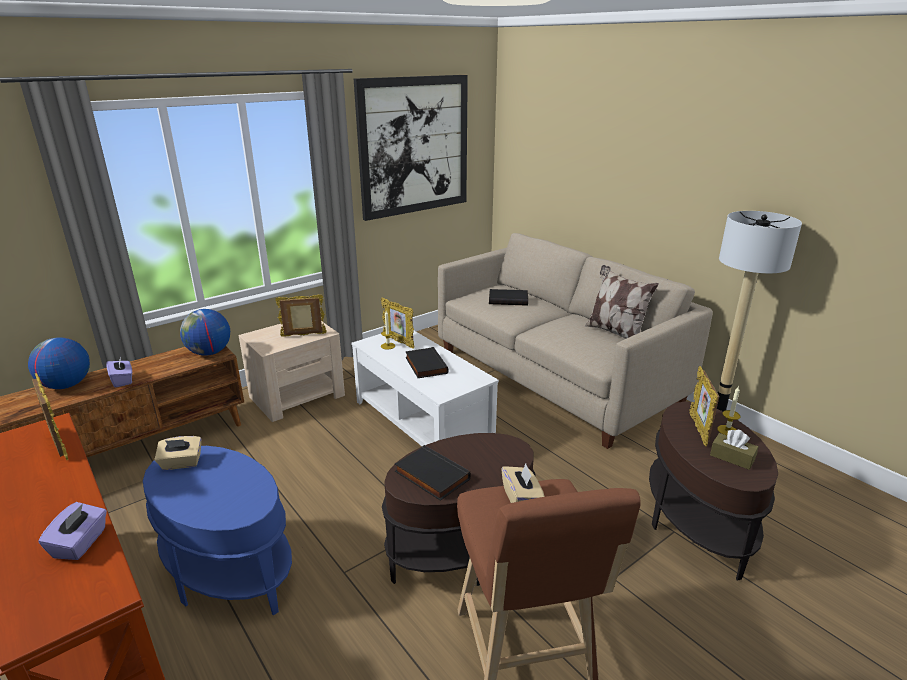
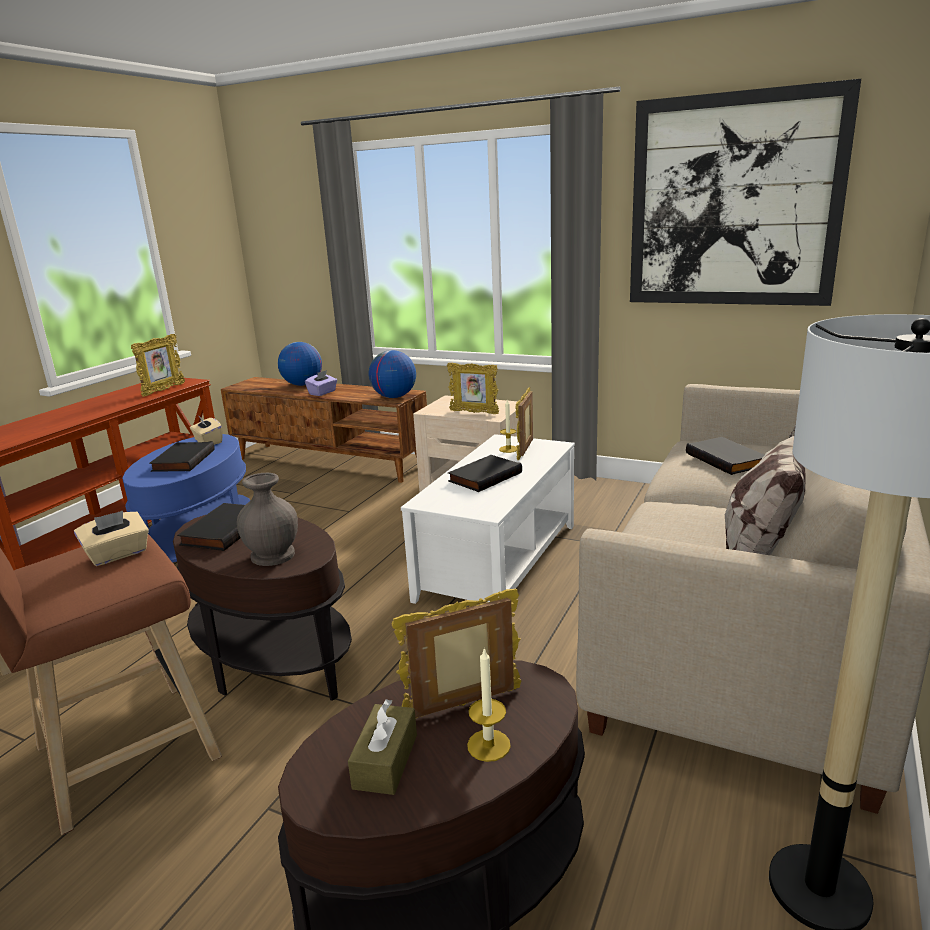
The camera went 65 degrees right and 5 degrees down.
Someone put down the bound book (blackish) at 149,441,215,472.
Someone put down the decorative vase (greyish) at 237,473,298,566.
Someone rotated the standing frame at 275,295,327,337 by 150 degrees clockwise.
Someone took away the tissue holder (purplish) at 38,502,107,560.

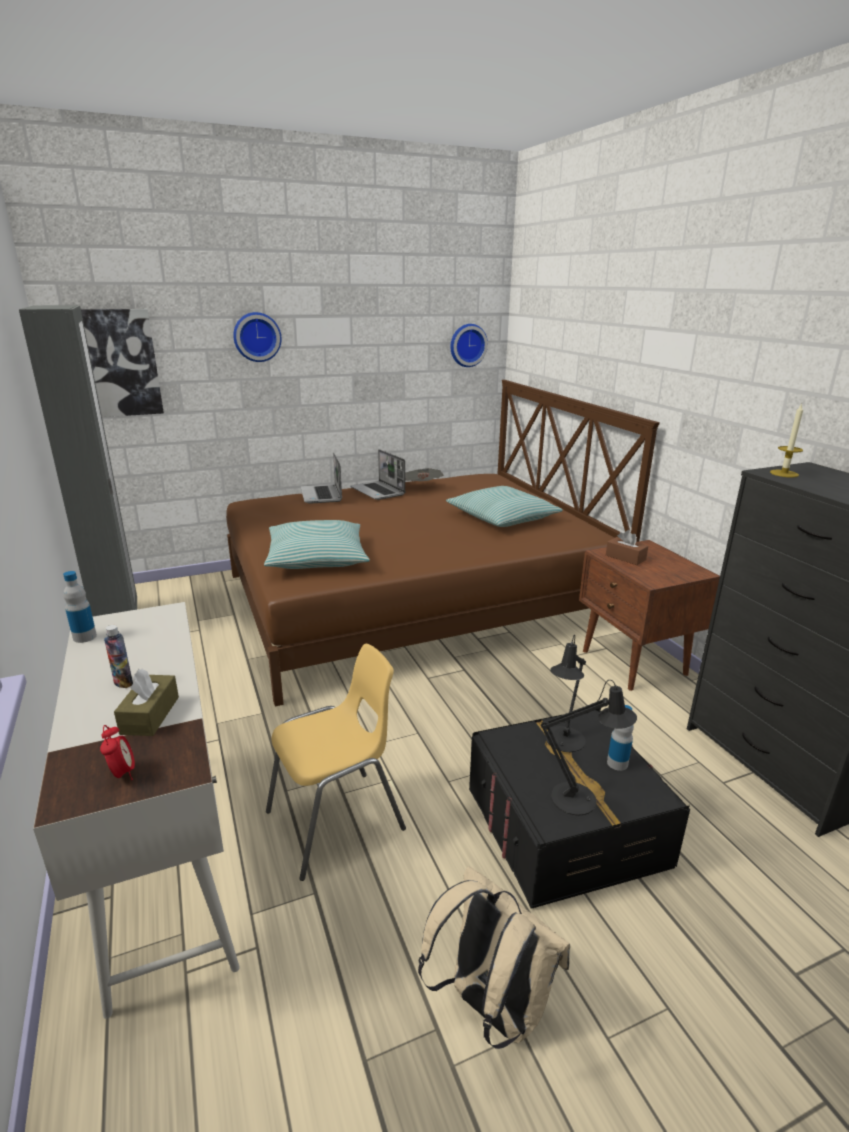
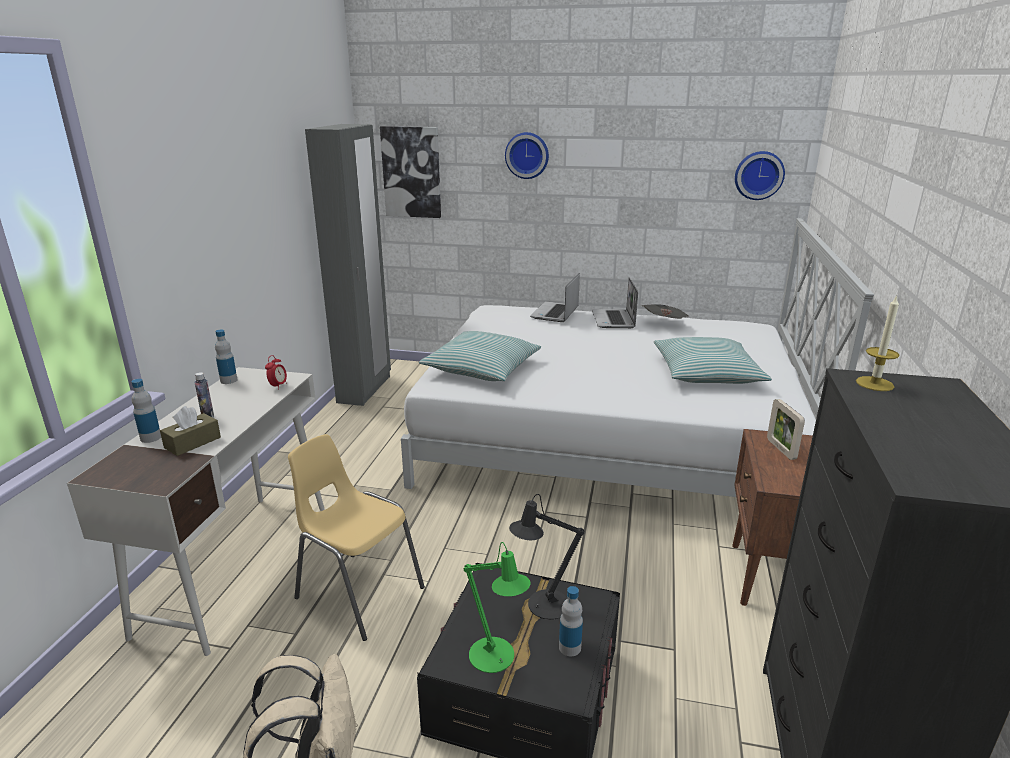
The camera went 35 degrees right and 0 degrees up.
Someone put down the bottle at 131,379,161,443.
Someone carried the table clock from 100,725,135,780 to 265,355,287,389.
Someone rotated the plain chair (yellow-coloured) at 266,644,406,881 by 150 degrees counterclockwise.
Someone repainted the sleeping bed (brown-coloured) at 226,380,660,707, which became the sleeping bed (whitish) at 401,218,874,497.
Someone repainted the tabletop lamp (blackish) at 541,680,637,816, which became the tabletop lamp (green-coloured) at 464,542,531,673.
Someone swapped the tissue holder (brown-coloured) at 606,530,648,565 for the standing frame at 767,399,805,460.

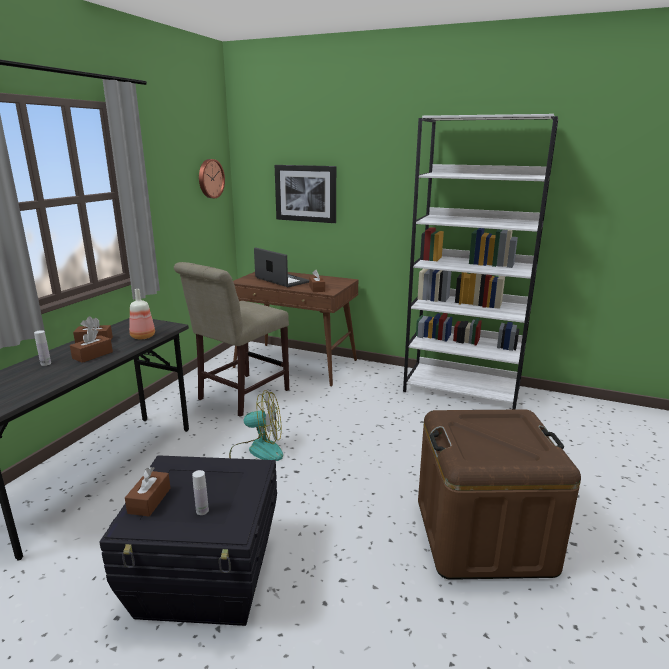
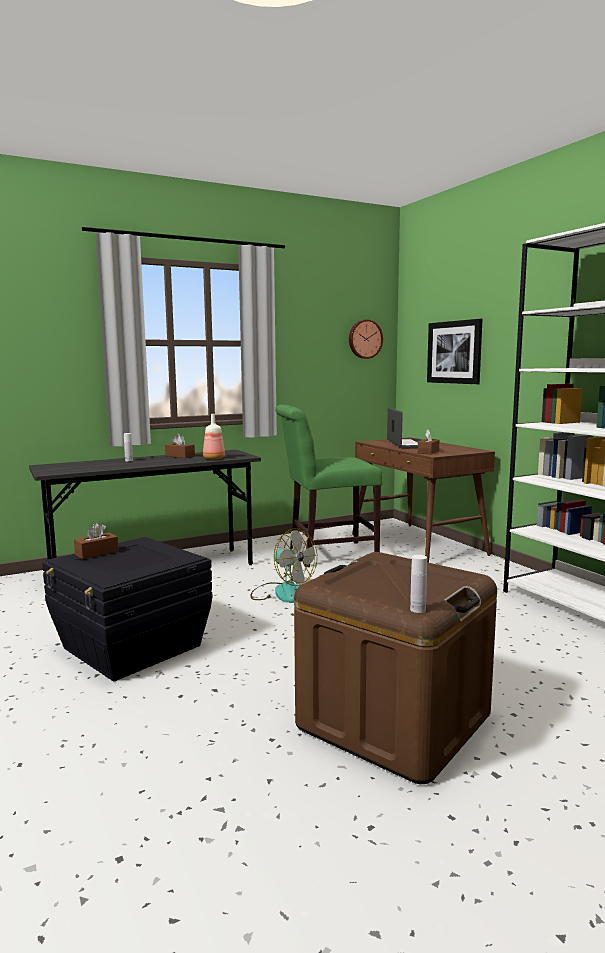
The camera went 40 degrees right and 10 degrees down.
Someone repainted the plain chair (beige) at 174,262,289,417, which became the plain chair (green-coloured) at 275,405,382,567.
Someone carried the bottle (whitish) from 192,470,209,515 to 410,555,427,613.
Someone took away the tissue holder (brown-coloured) at 70,329,113,363.

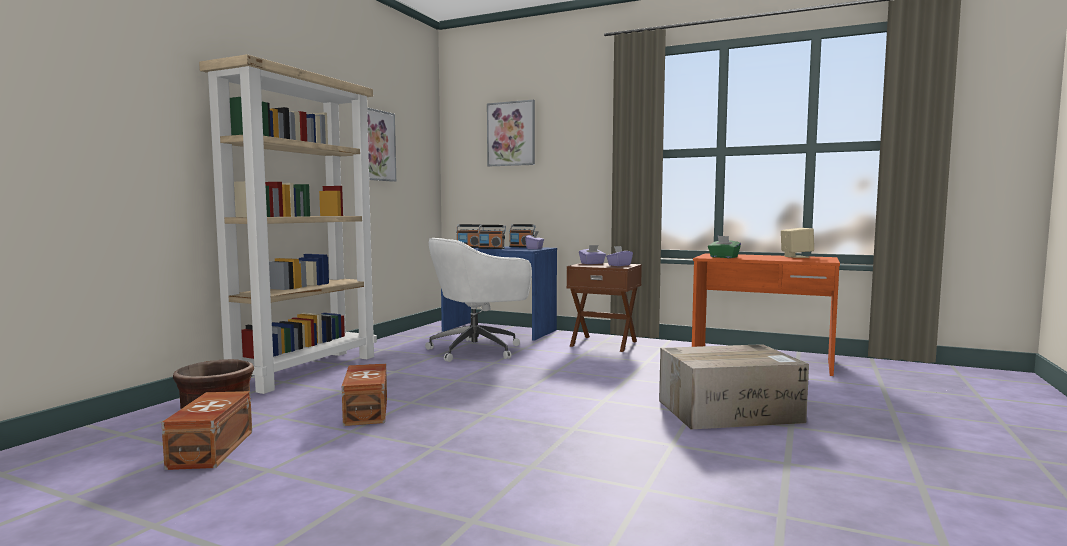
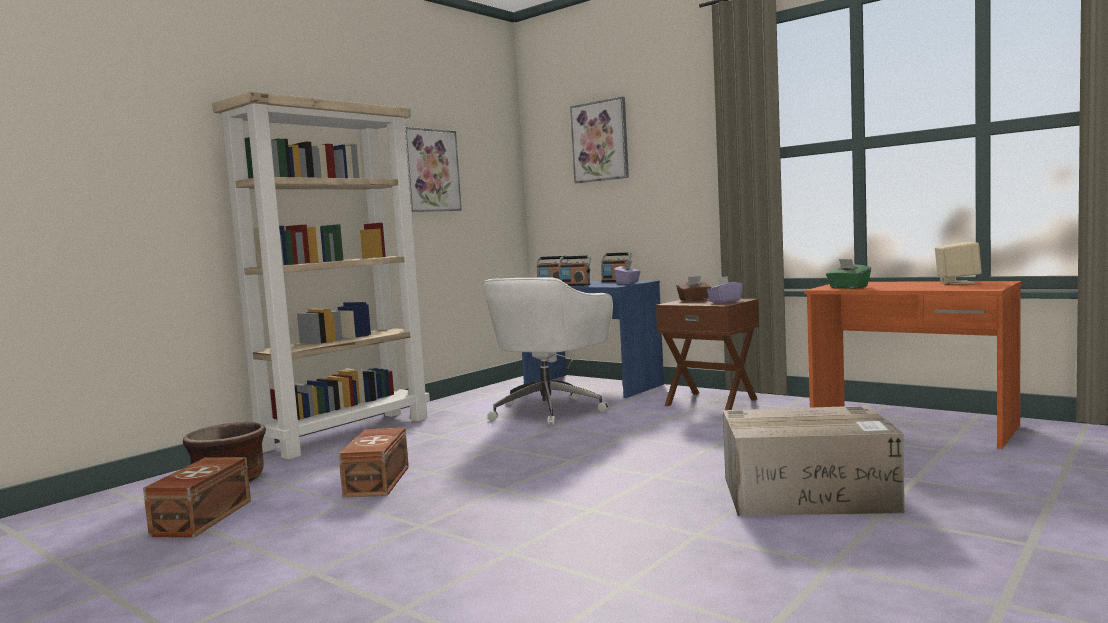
The camera went 15 degrees right and 0 degrees up.
Someone rotated the office chair (whitish) at 425,238,532,362 by 45 degrees counterclockwise.
Someone repainted the tissue holder (purplish) at 579,245,606,264, which became the tissue holder (brown-coloured) at 676,276,711,301.

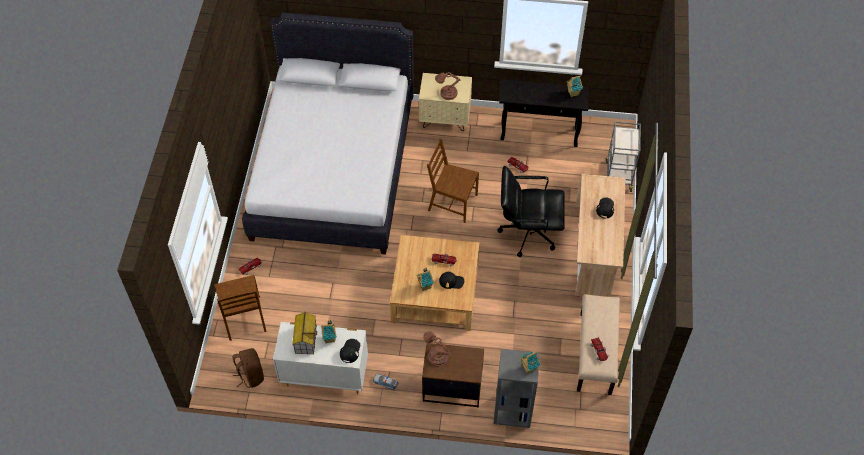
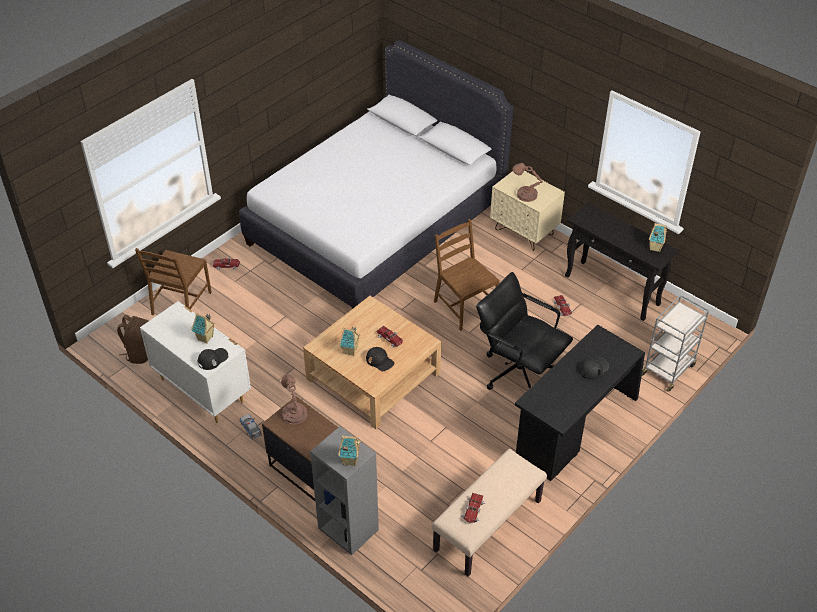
The camera went 35 degrees right and 10 degrees down.
Someone repainted the desk unit (beige) at 575,174,625,297, which became the desk unit (blackish) at 515,325,645,481.
Someone took away the model house at 292,312,317,354.

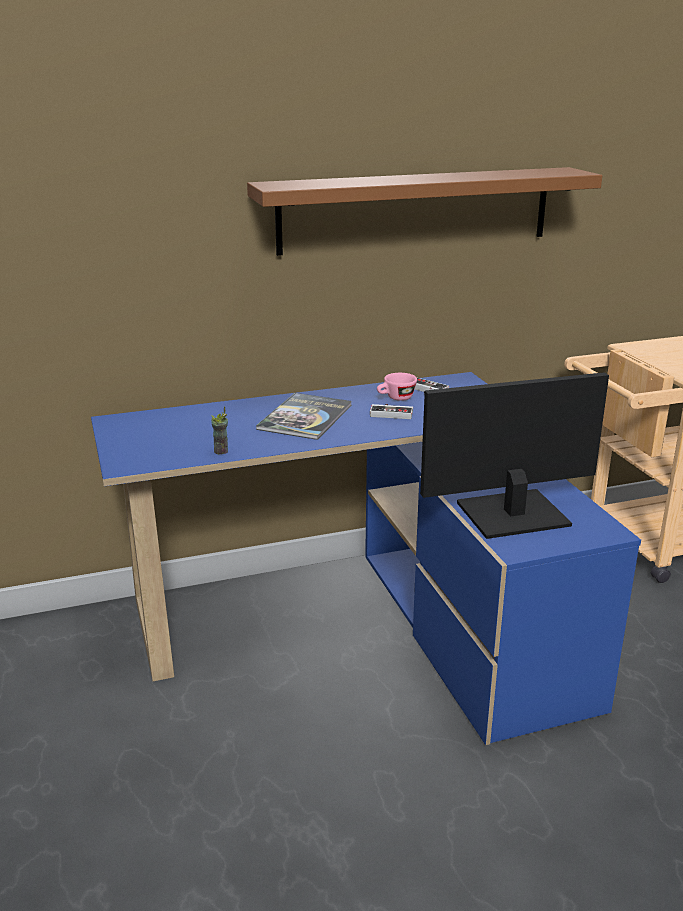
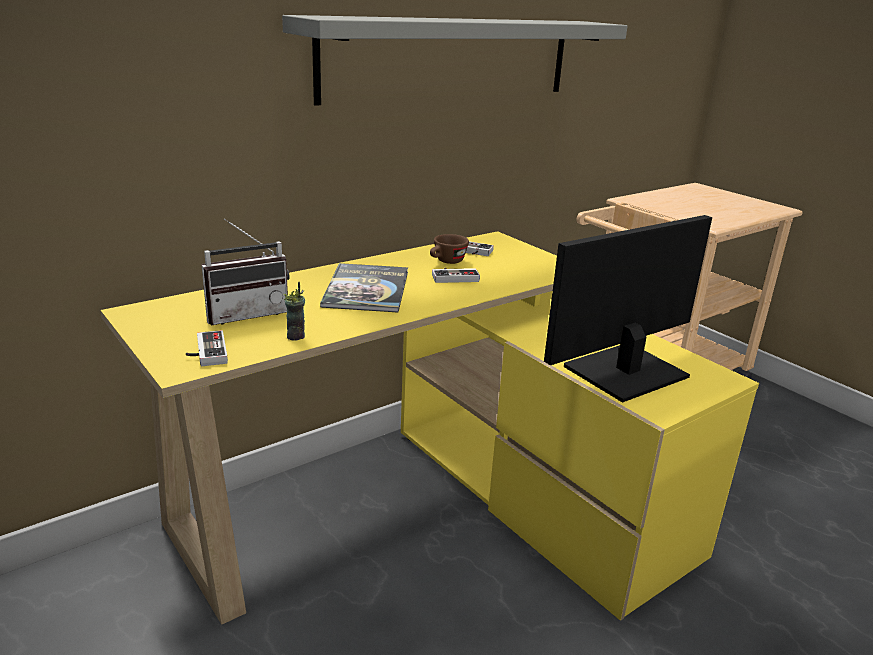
The camera went 20 degrees left and 0 degrees up.
Someone repainted the desk unit (blue-coloured) at 91,372,641,745, which became the desk unit (yellow-coloured) at 101,231,759,625.
Someone put down the game controller at 186,330,228,366.
Someone put down the radio receiver at 202,218,290,325.
Someone repainted the wall shelf (brown-coloured) at 247,167,602,256, which became the wall shelf (greyish) at 282,15,628,106.
Someone repainted the cup (pink) at 377,373,417,401, which became the cup (brown-coloured) at 430,234,469,264.

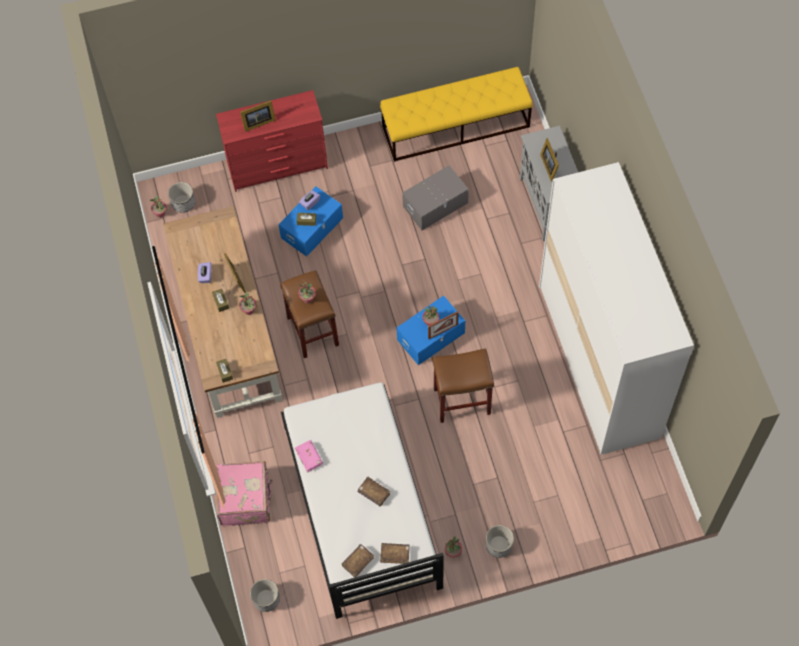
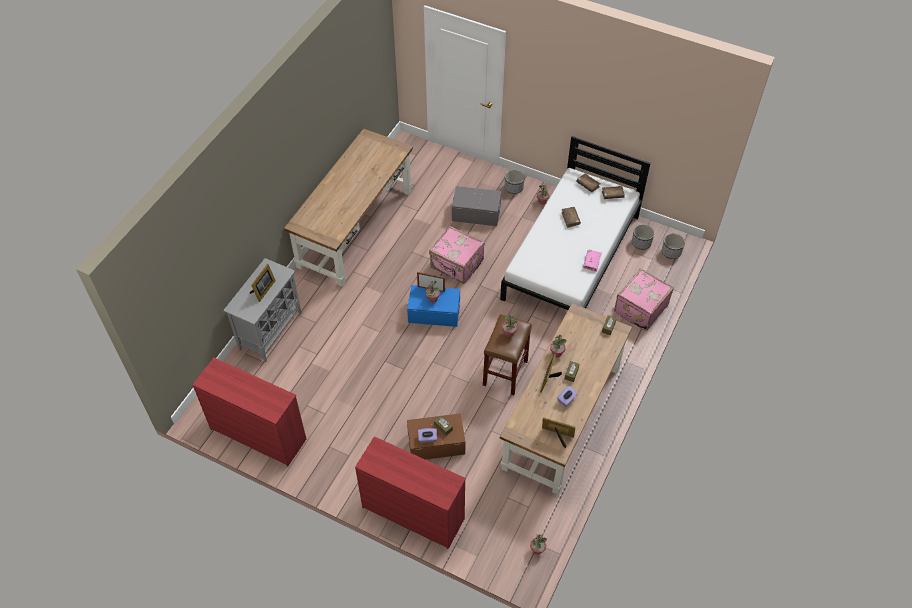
The camera went 140 degrees left and 10 degrees down.
Someone swapped the indoor bench (yellow-coloured) at 380,67,533,162 for the dresser (reddish) at 192,358,306,466.
Someone swapped the wardrobe (whitish) at 539,162,694,455 for the desk unit (brown-coloured) at 284,128,413,287.
Someone repainted the storage bin (blue-coloured) at 278,186,343,257, which became the storage bin (brown-coloured) at 407,413,465,460.
Someone swapped the stool (brown-coloured) at 433,348,494,423 for the piece of luggage (pink) at 429,226,485,284.
Someone carried the storage bin (greyish) from 402,165,469,230 to 452,186,501,226.
Someone carried the standing frame from 240,100,276,132 to 542,418,575,448.
Someone carried the plant pot from 168,182,195,213 to 632,224,655,250.

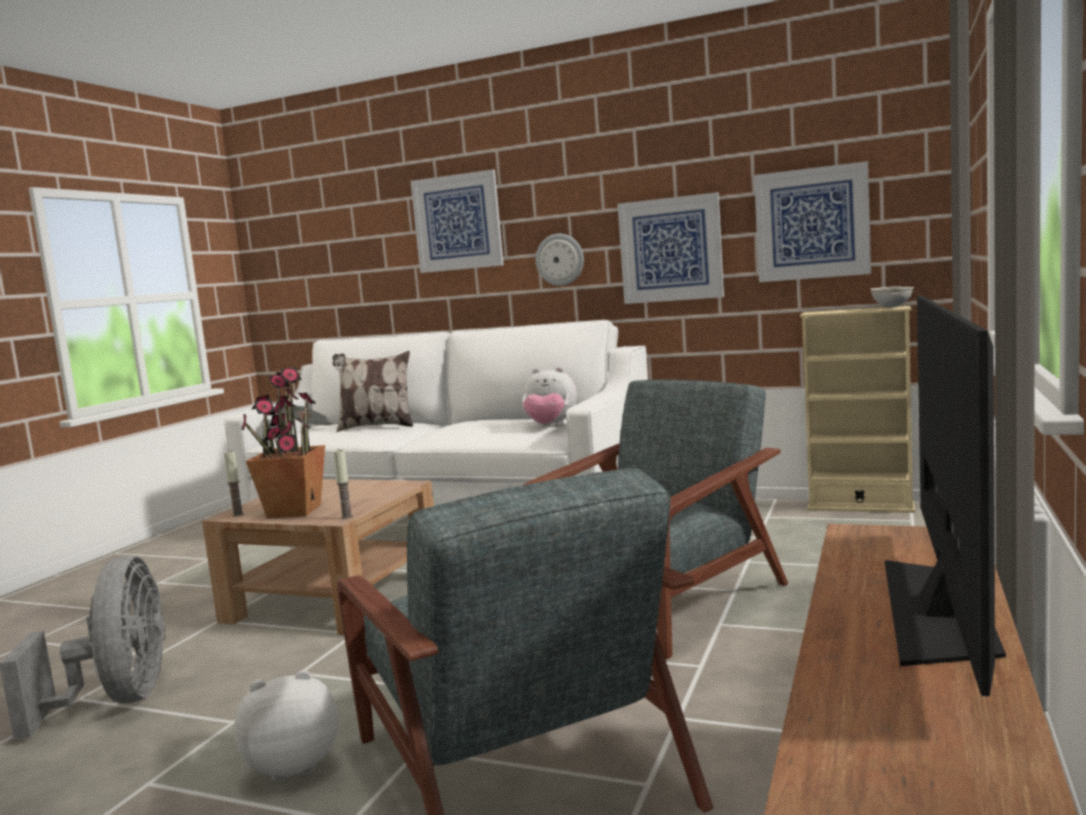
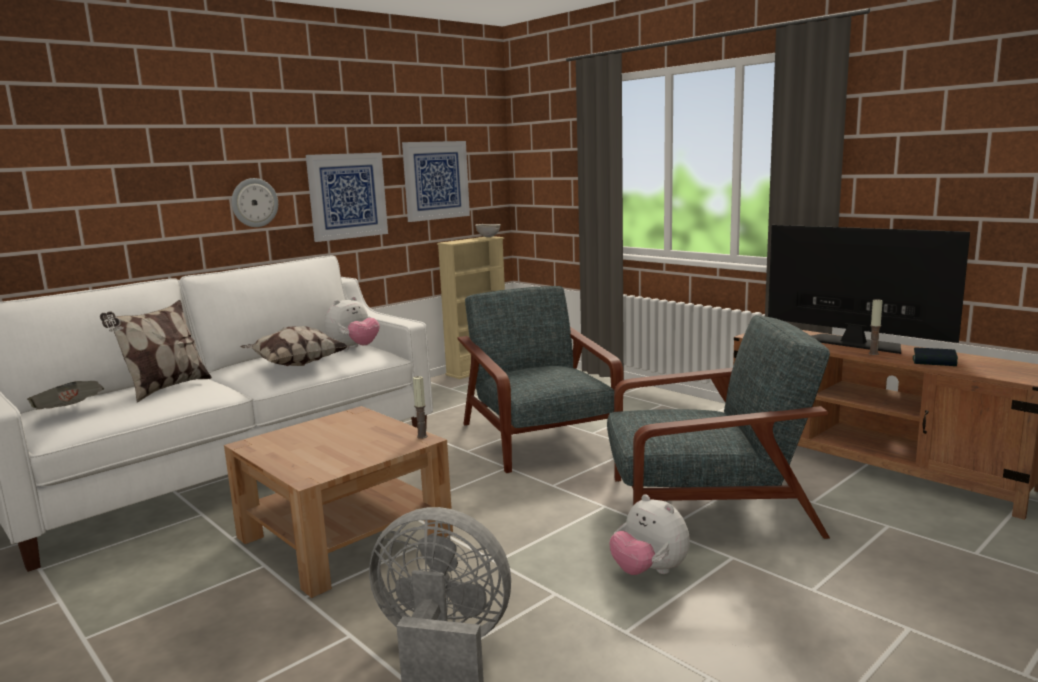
The camera went 65 degrees left and 5 degrees up.
Someone put down the cushion at 240,326,348,366.
Someone rotated the plush toy at 234,670,338,781 by 45 degrees counterclockwise.
Someone carried the wax candle from 224,451,244,516 to 868,298,883,355.
Someone put down the bound book at 913,348,958,366.
Someone took away the potted plant at 241,367,325,518.
Someone took away the wall picture at 411,169,504,273.

